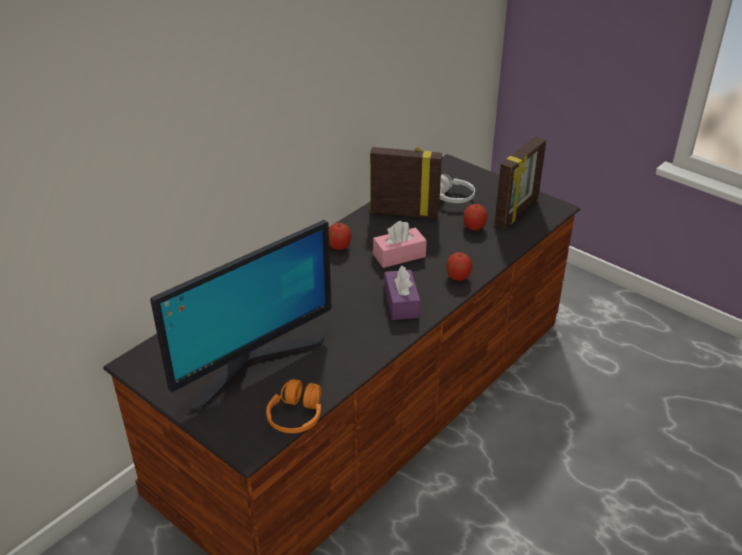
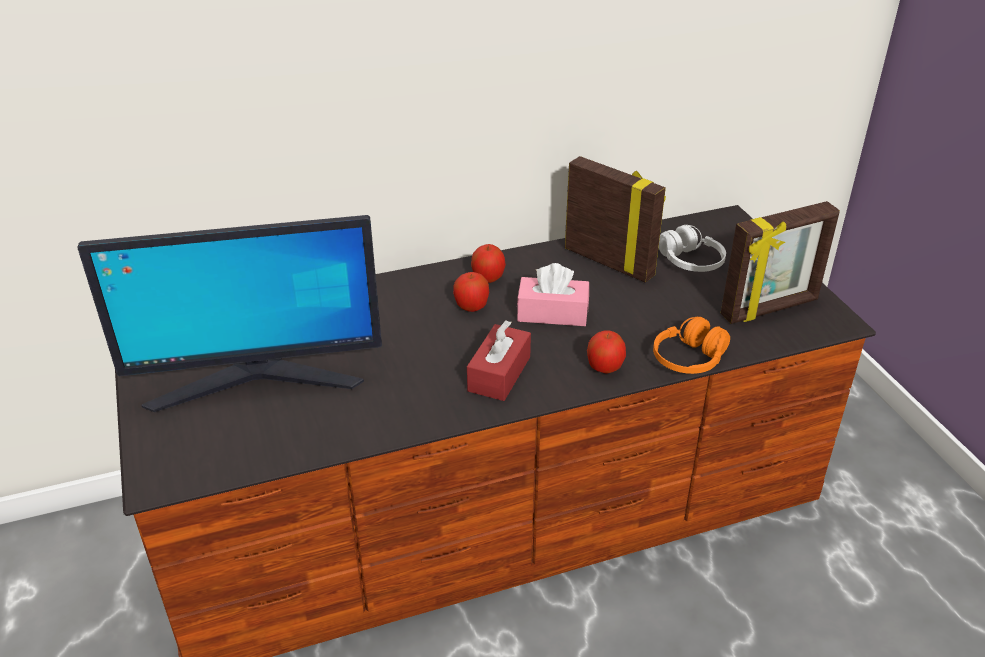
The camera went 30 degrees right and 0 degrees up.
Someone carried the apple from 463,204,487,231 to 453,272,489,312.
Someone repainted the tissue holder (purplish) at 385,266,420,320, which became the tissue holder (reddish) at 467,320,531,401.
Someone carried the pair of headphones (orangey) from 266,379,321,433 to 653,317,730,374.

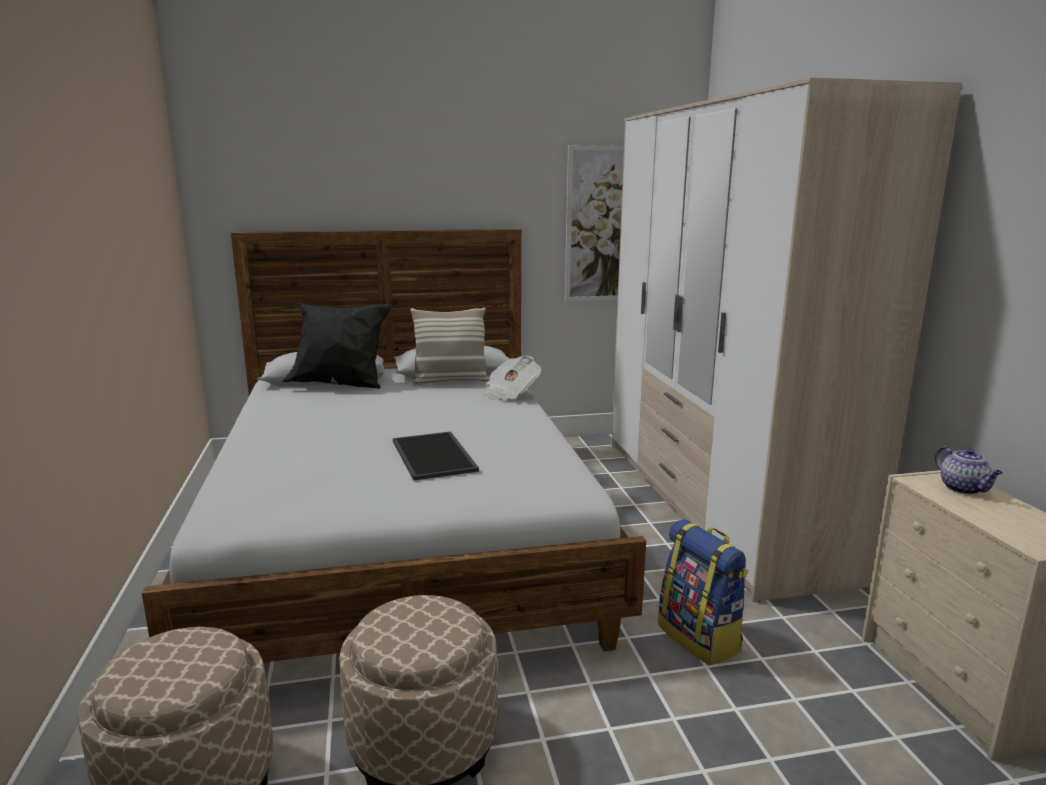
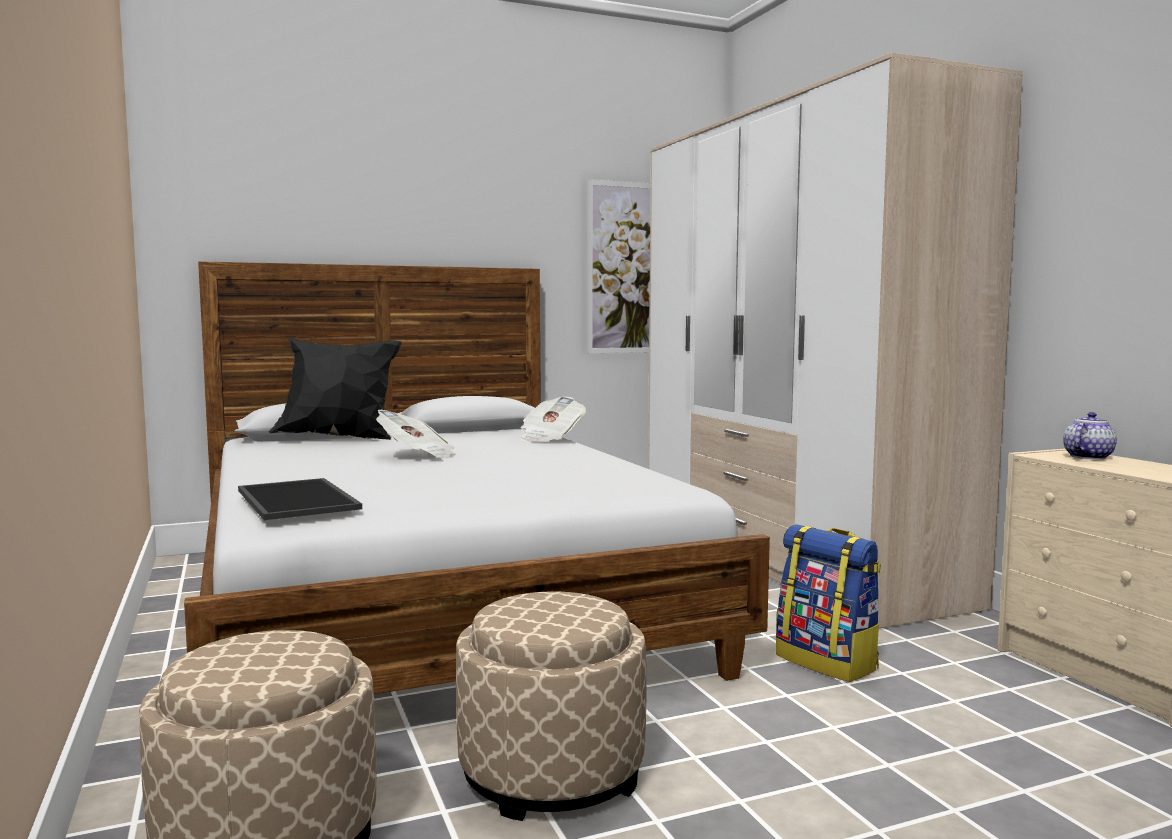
The camera went 10 degrees left and 10 degrees down.
Someone carried the serving tray from 393,431,479,481 to 238,478,362,520.
Someone put down the printed paper at 376,410,454,459.
Someone rotated the teapot at 935,446,1003,494 by 105 degrees counterclockwise.
Someone took away the cushion at 410,307,490,386.

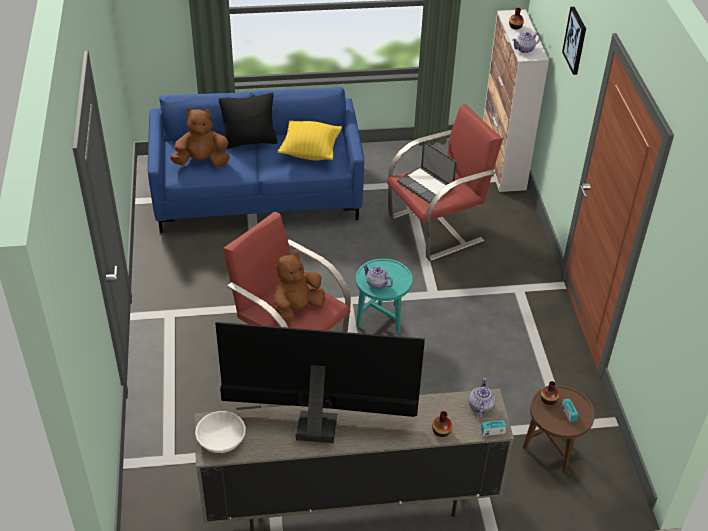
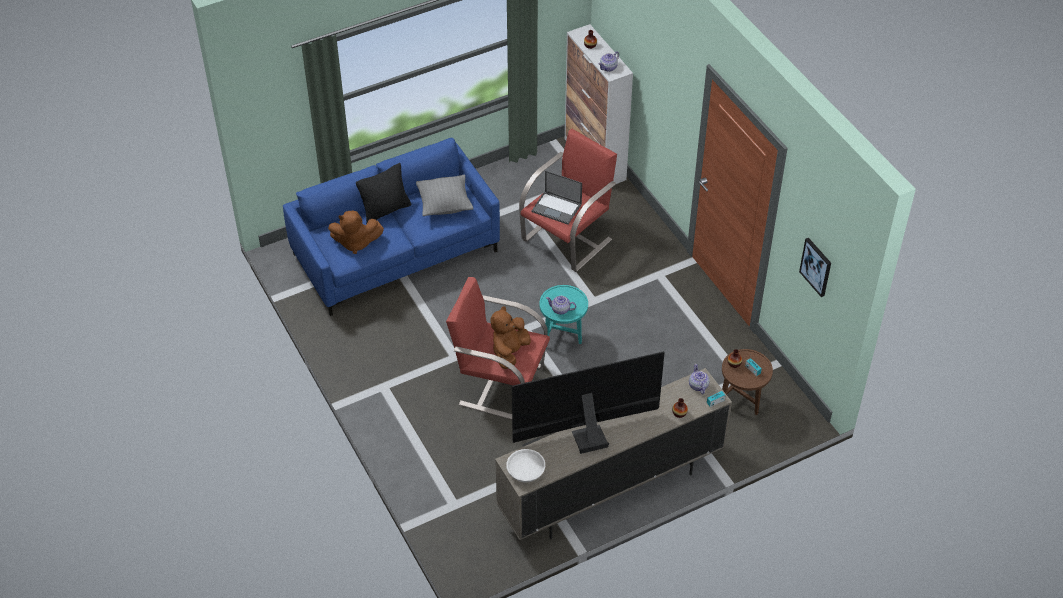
The camera went 20 degrees left and 5 degrees up.
Someone rotated the plush toy (brown-coloured) at 170,108,230,167 by 150 degrees counterclockwise.
Someone repainted the cushion (yellow-coloured) at 278,120,342,160, which became the cushion (greyish) at 416,175,473,216.
Someone carried the wall picture from 562,7,586,75 to 799,238,831,297.

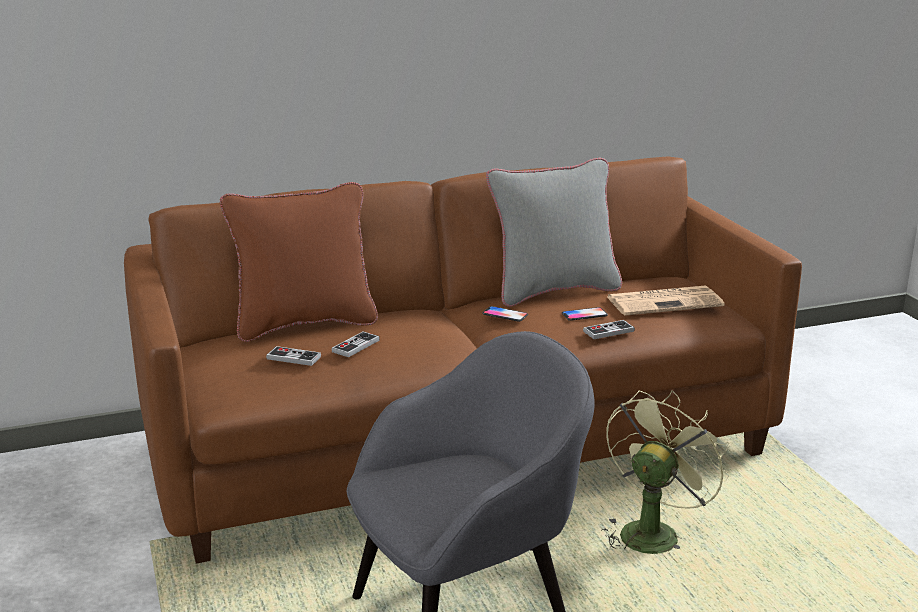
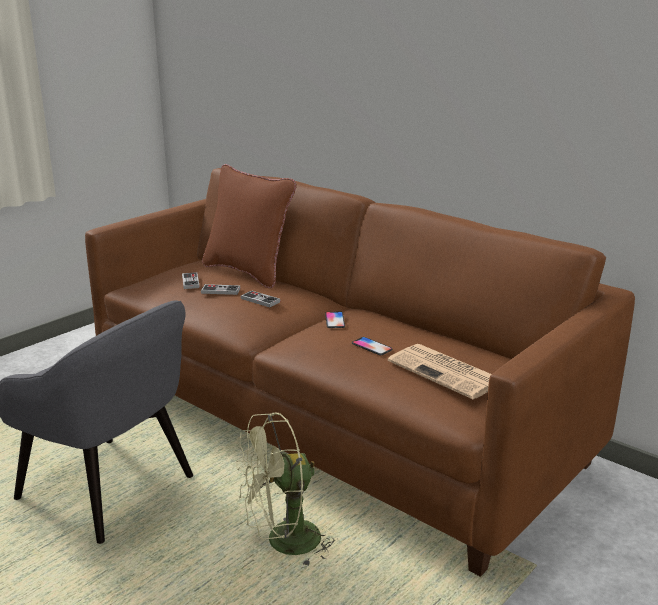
The camera went 60 degrees right and 0 degrees up.
Someone rotated the cooling fan (green-coloured) at 602,391,729,554 by 150 degrees clockwise.
Someone carried the game controller from 583,320,635,339 to 241,291,281,307.
Someone took away the cushion (greyish) at 486,158,622,307.

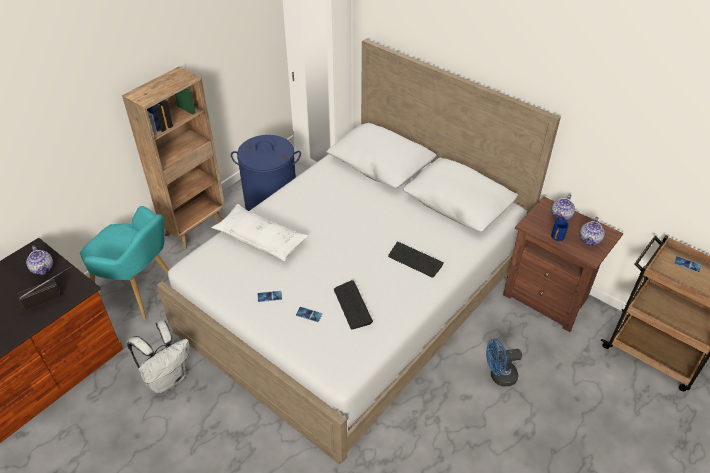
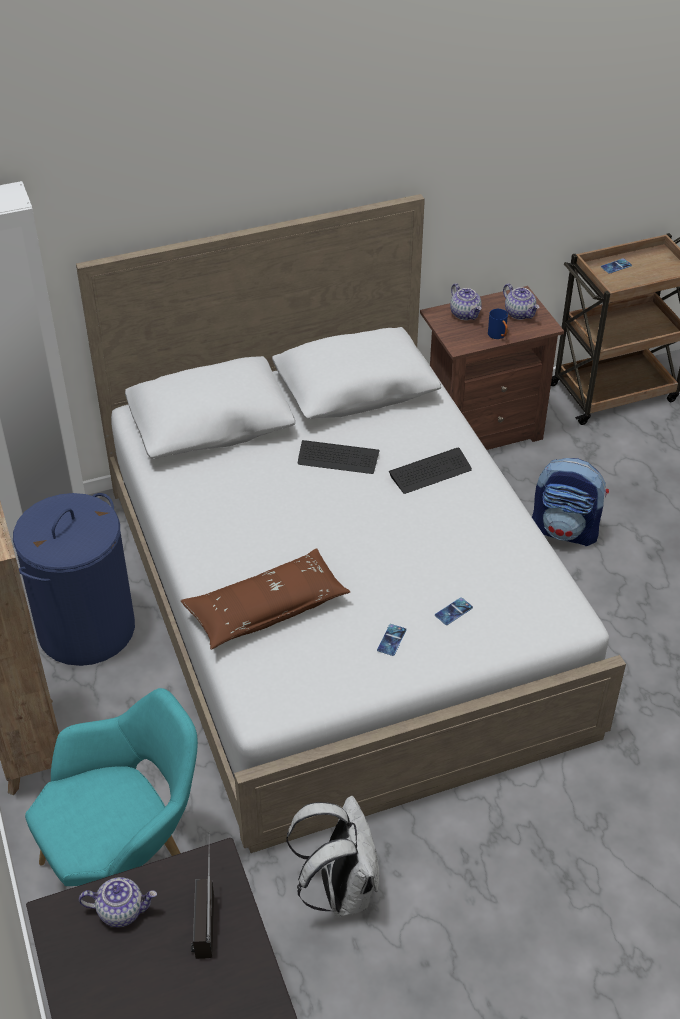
The camera went 60 degrees left and 0 degrees up.
Someone repainted the cushion (whitish) at 211,204,308,262, which became the cushion (brown-coloured) at 181,548,350,650.
Someone carried the PC keyboard from 334,280,373,330 to 298,440,380,474.
Someone swapped the cooling fan (blue-coloured) at 486,339,522,387 for the knapsack at 532,458,609,546.

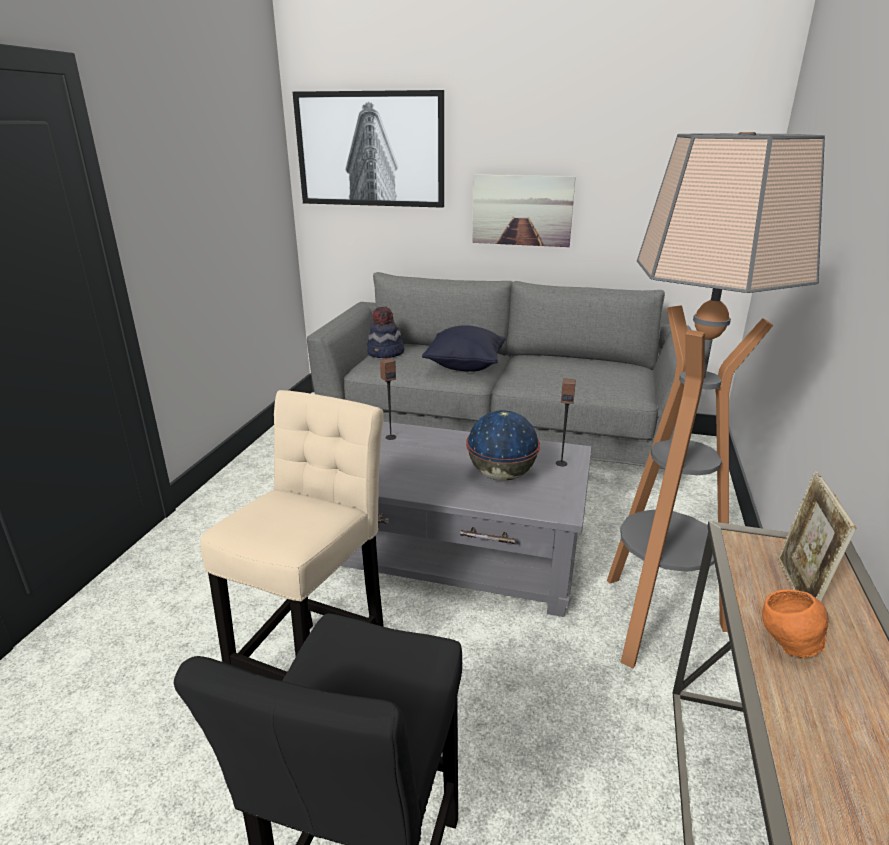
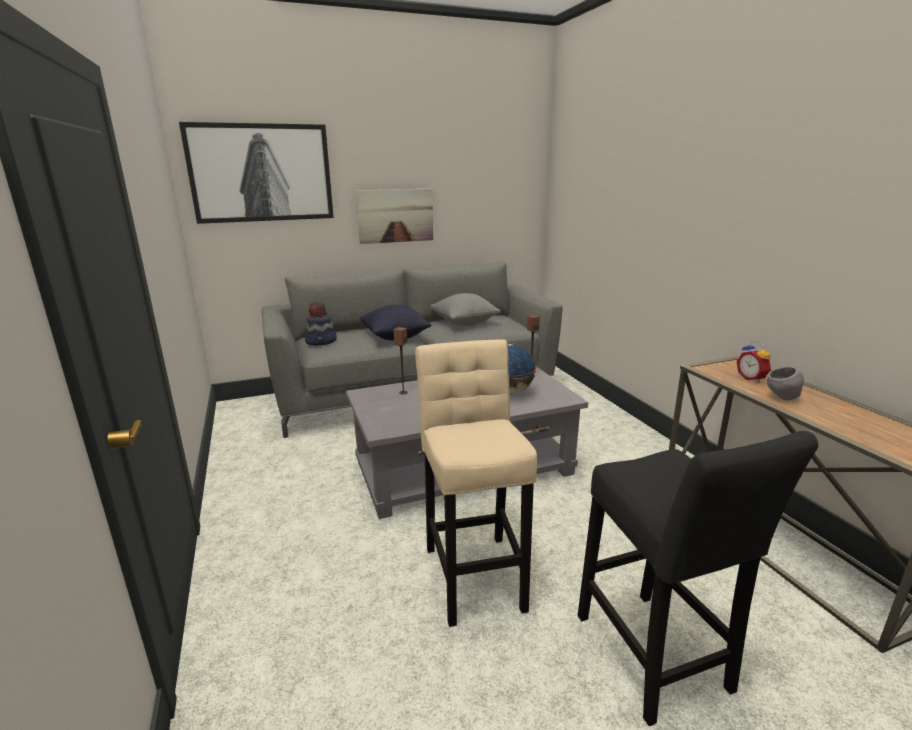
The camera went 35 degrees left and 5 degrees down.
Someone put down the cushion (greyish) at 430,293,501,326.
Someone swapped the standing frame at 778,471,856,602 for the table clock at 737,341,771,383.
Someone repainted the bowl (orangey) at 762,589,829,658, which became the bowl (greyish) at 767,367,804,400.
Someone took away the floor lamp at 607,132,825,668.

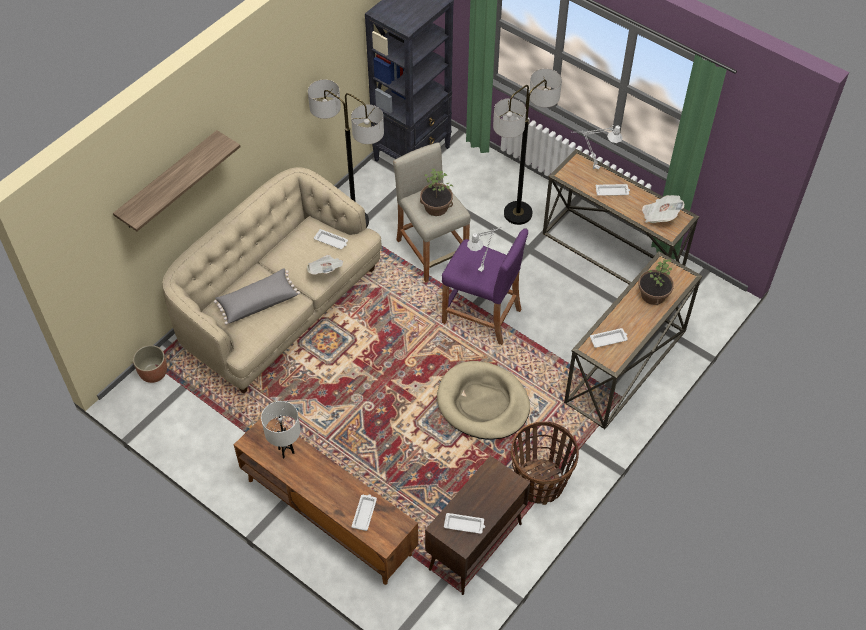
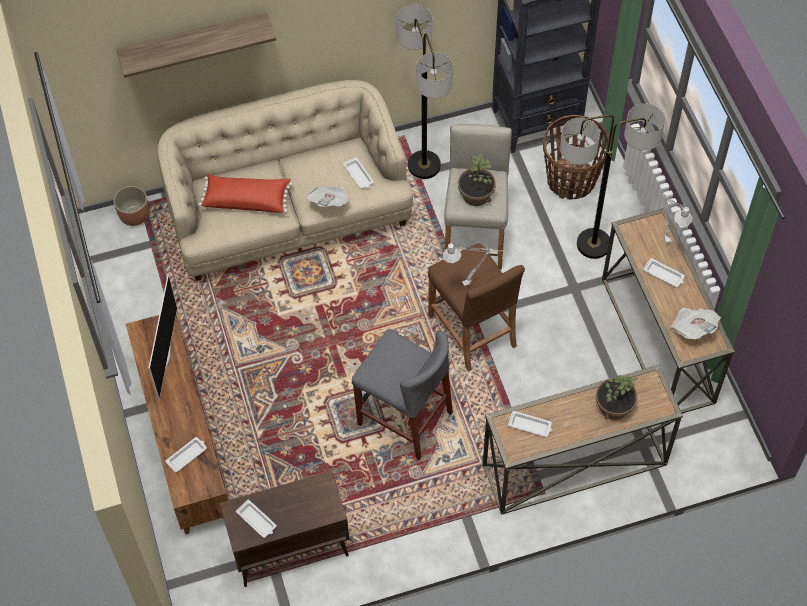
The camera went 35 degrees right and 5 degrees up.
Someone swapped the tabletop lamp (whitish) at 261,401,300,459 for the television at 149,274,177,400.
Someone repainted the cushion (greyish) at 214,268,300,325, which became the cushion (reddish) at 198,174,293,213.
Someone swapped the dog cushion (beige) at 437,361,530,440 for the stool (greyish) at 352,329,453,460.
Someone repainted the stool (purplish) at 442,229,528,345, which became the stool (brown-coloured) at 428,243,525,372.
Someone carried the basket from 511,422,579,505 to 543,115,609,199.

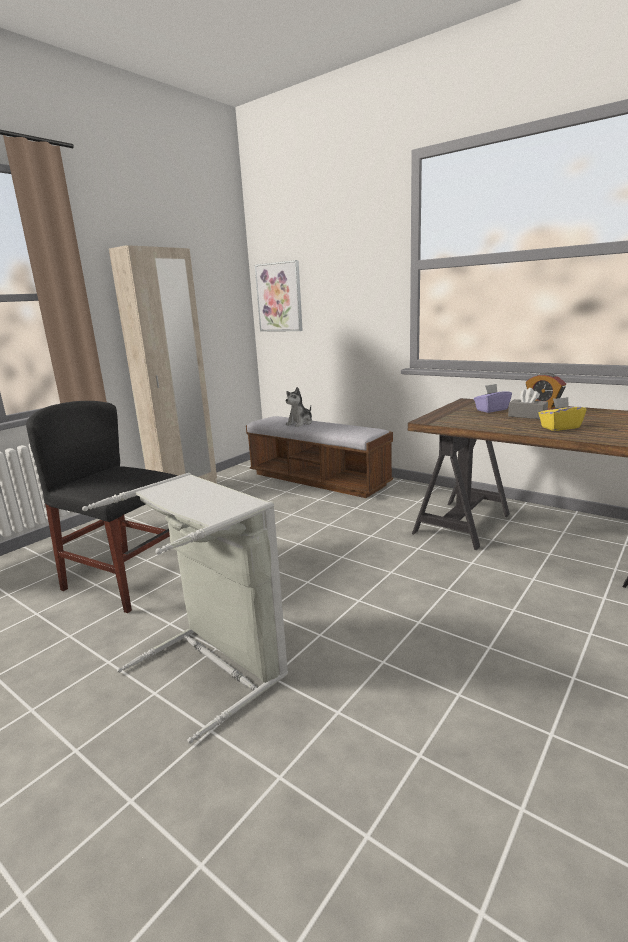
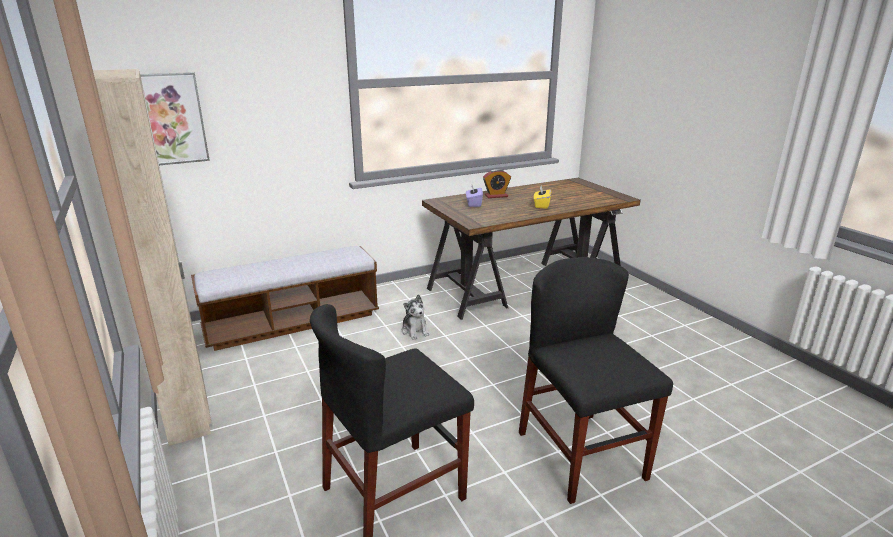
The camera went 65 degrees left and 5 degrees up.
Someone carried the plush toy from 286,387,312,427 to 402,294,430,340.
Someone swapped the laundry basket (greyish) at 82,473,288,744 for the plain chair (blackish) at 519,257,673,504.
Someone took away the tissue holder (greyish) at 508,388,548,419.

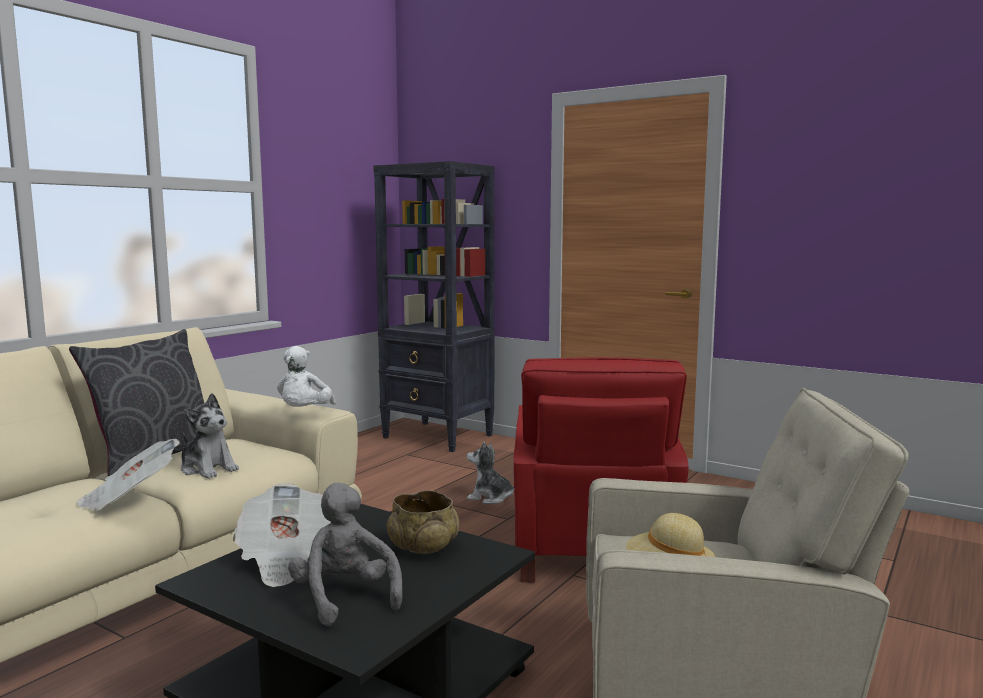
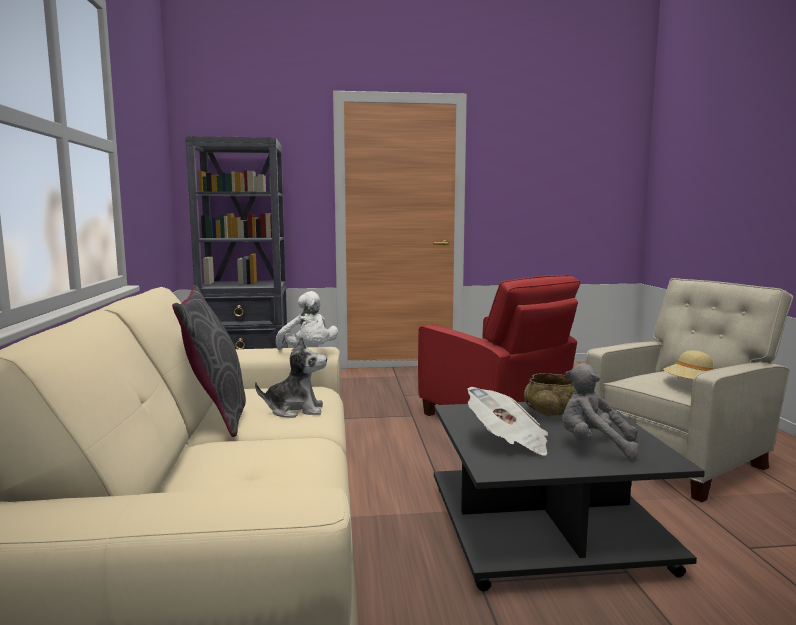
The camera went 40 degrees left and 0 degrees up.
Someone took away the printed paper at 76,439,180,511.
Someone took away the plush toy at 467,442,514,504.

